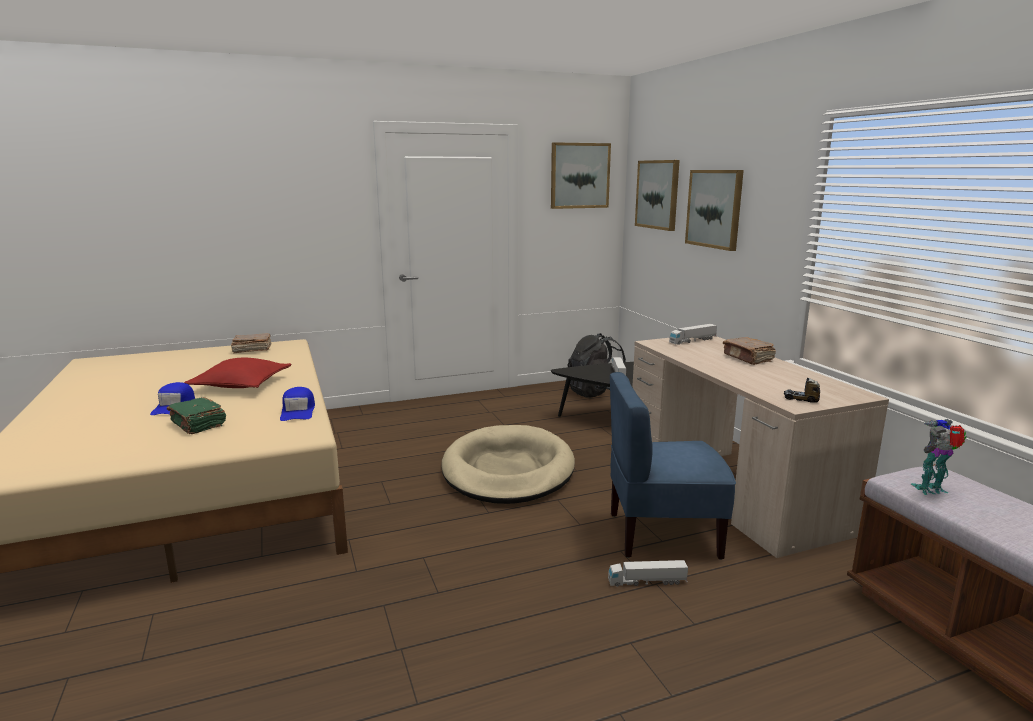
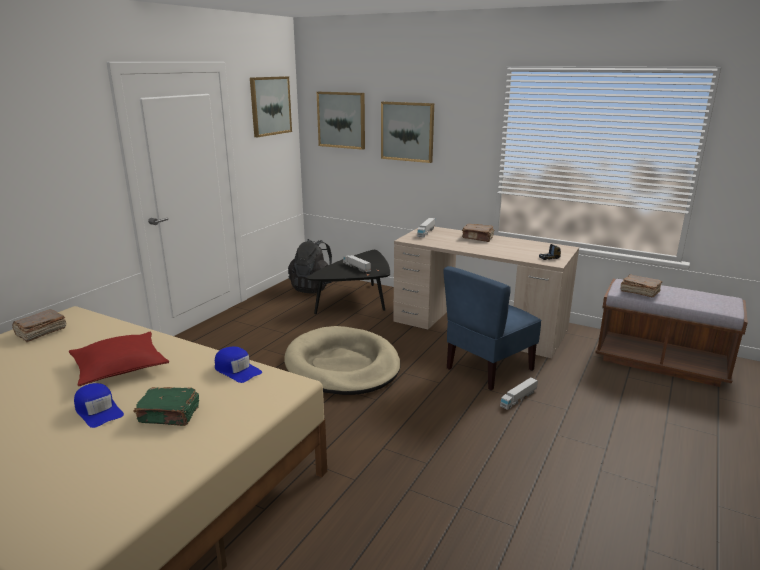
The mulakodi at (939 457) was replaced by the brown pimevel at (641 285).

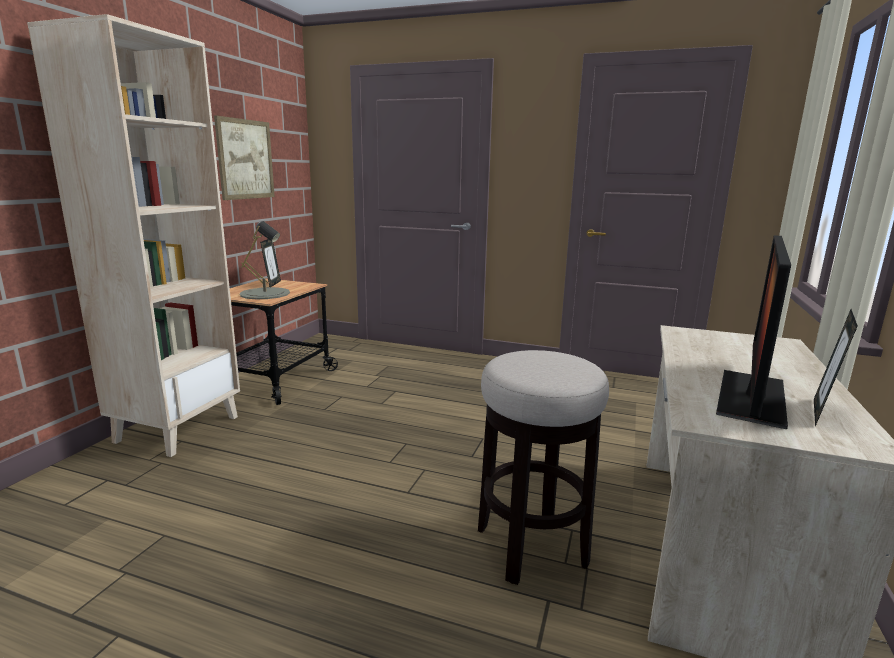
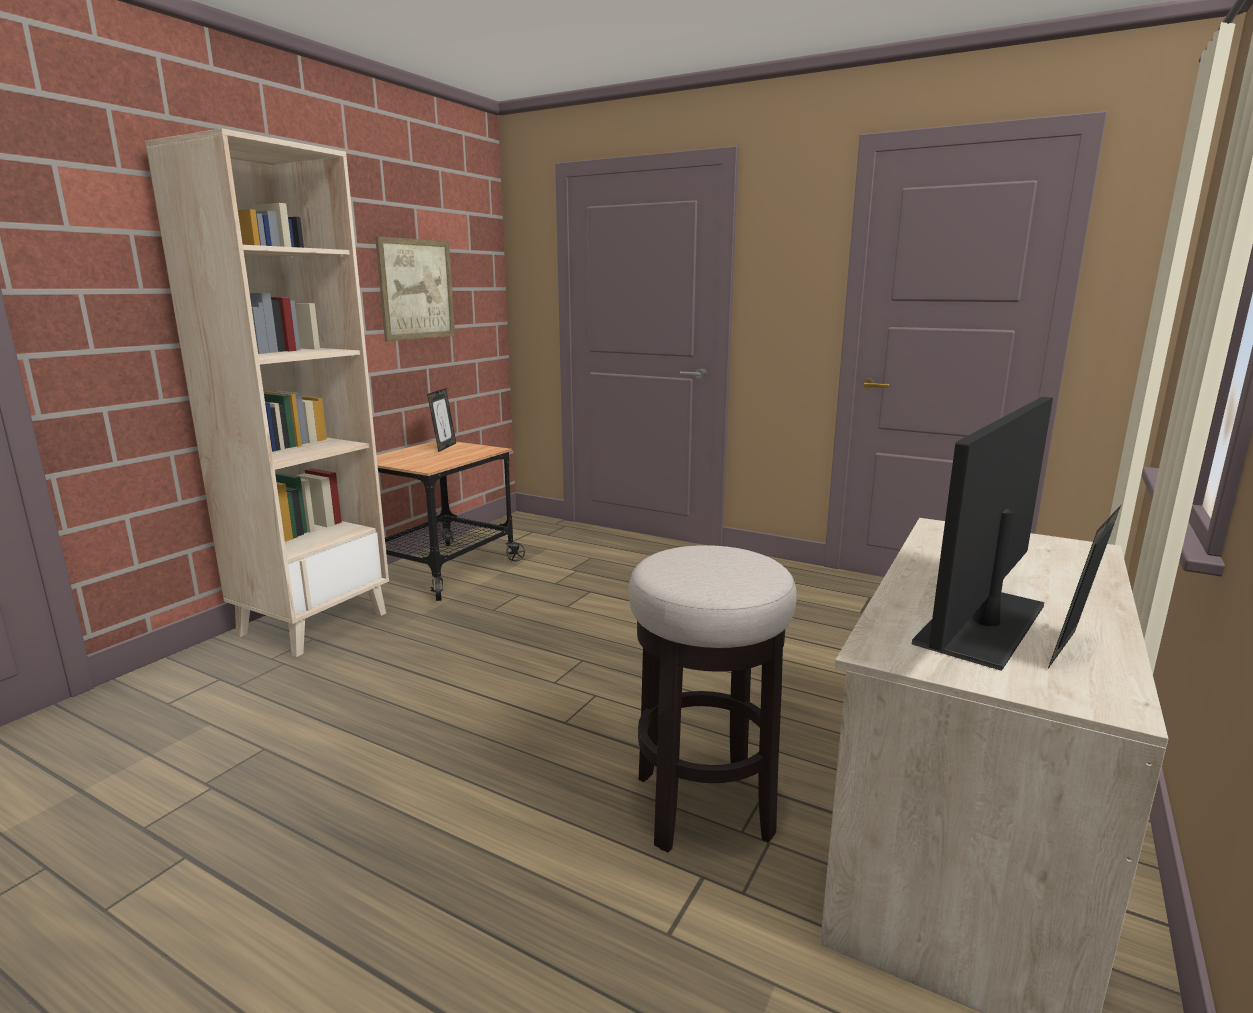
The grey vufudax at (265 260) disappeared.

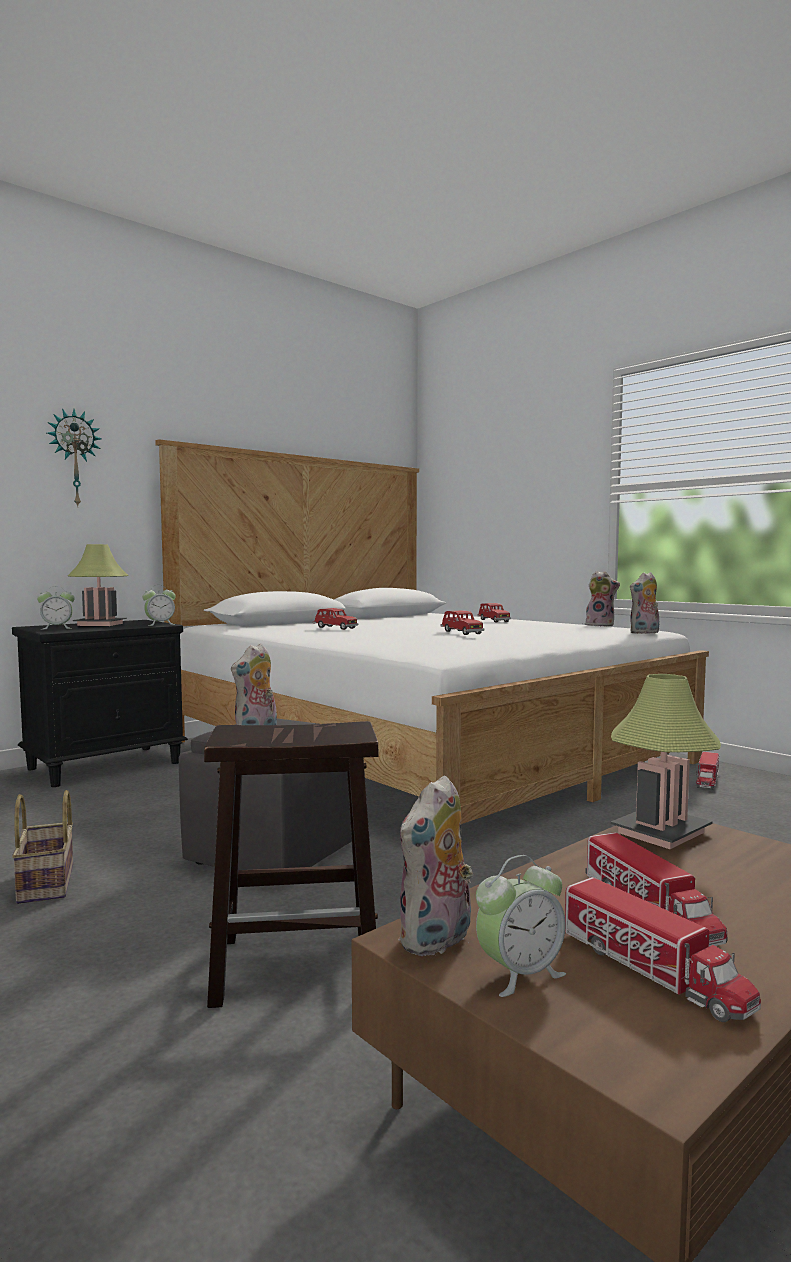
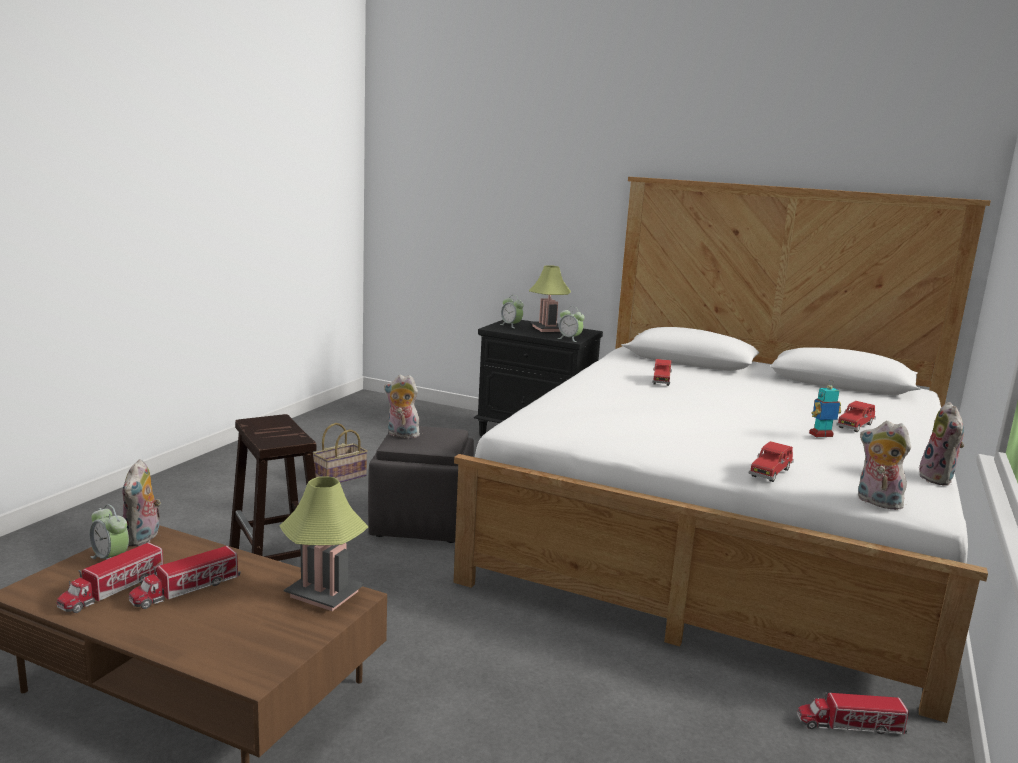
The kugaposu at (435 865) turned 105 degrees counterclockwise. The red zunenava moved from (462 622) to (771 461). The mulakodi at (825 408) appeared. The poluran at (74 458) disappeared.

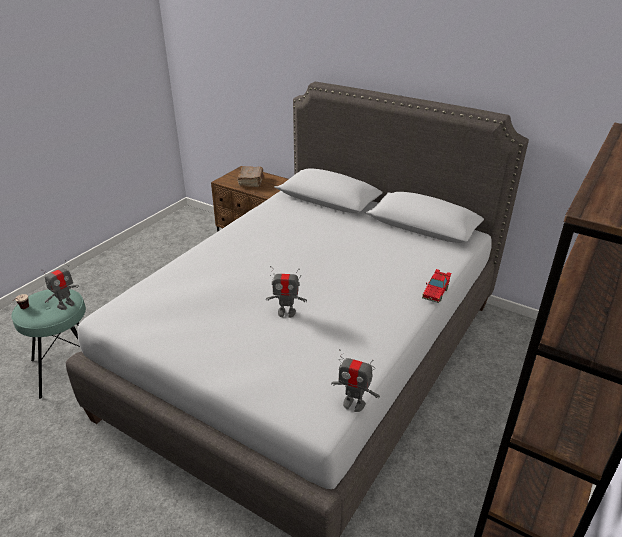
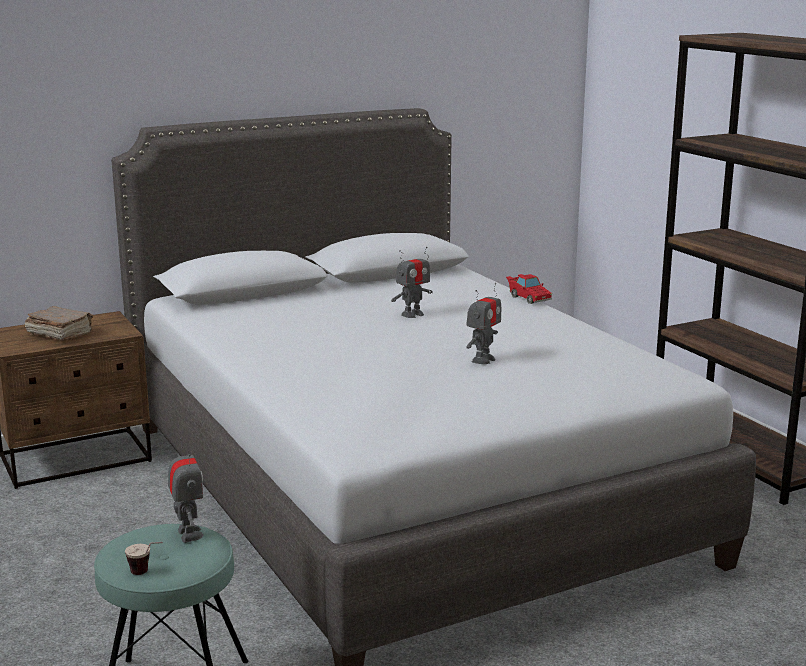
The mulakodi moved from (355 380) to (412 282).

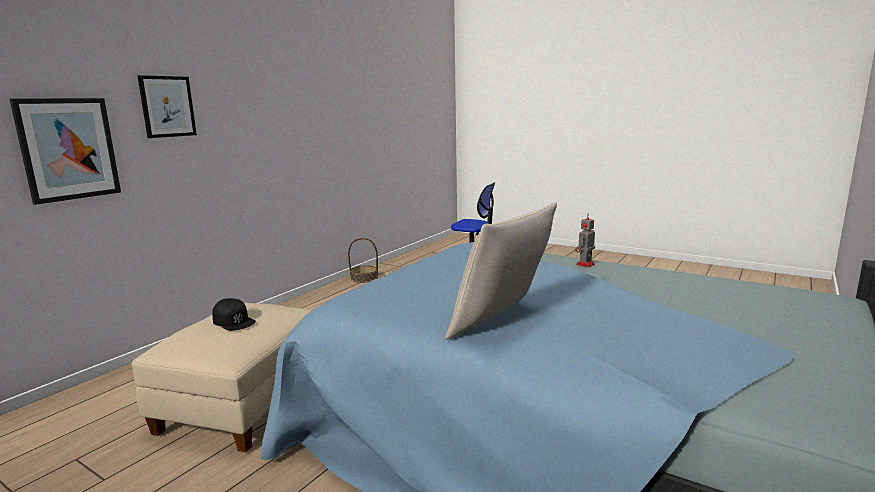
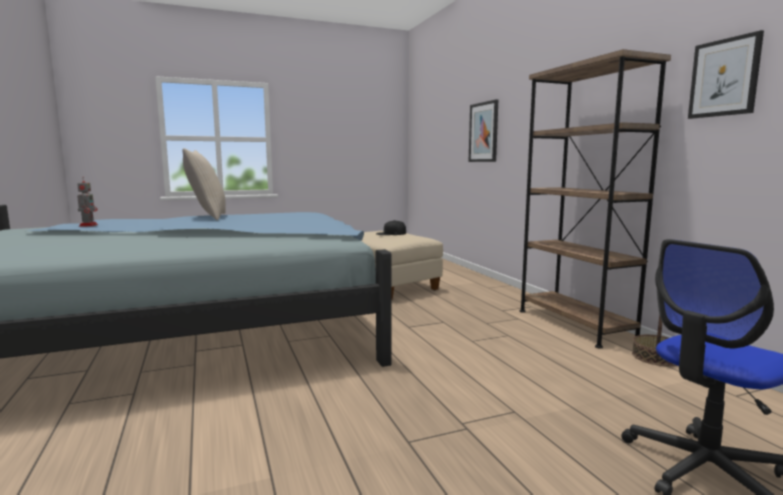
The mulakodi moved from (585 240) to (87 202). The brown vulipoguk at (595 199) appeared. The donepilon moved from (167 106) to (726 74).

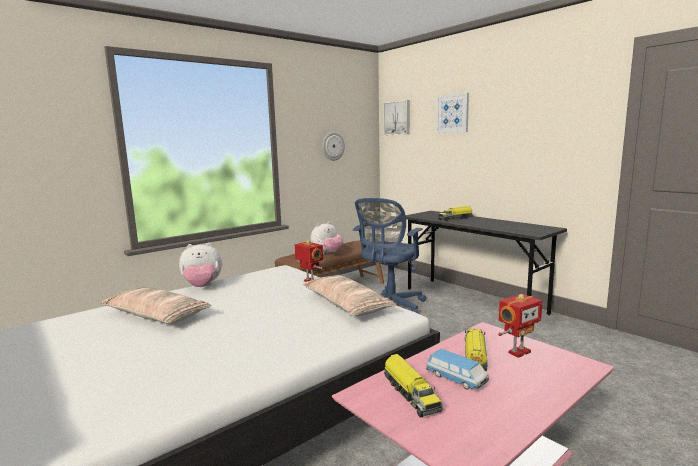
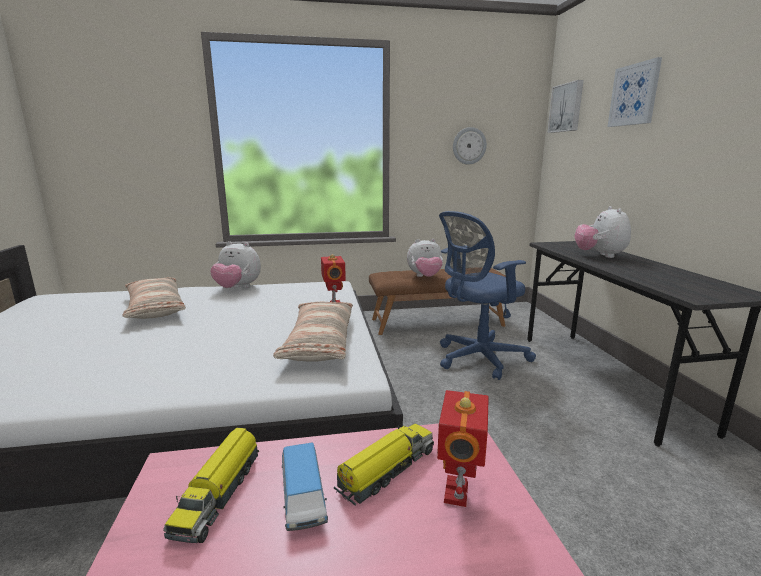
The mulakodi at (520 326) turned 105 degrees clockwise. The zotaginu at (455 213) was replaced by the kugaposu at (602 232).

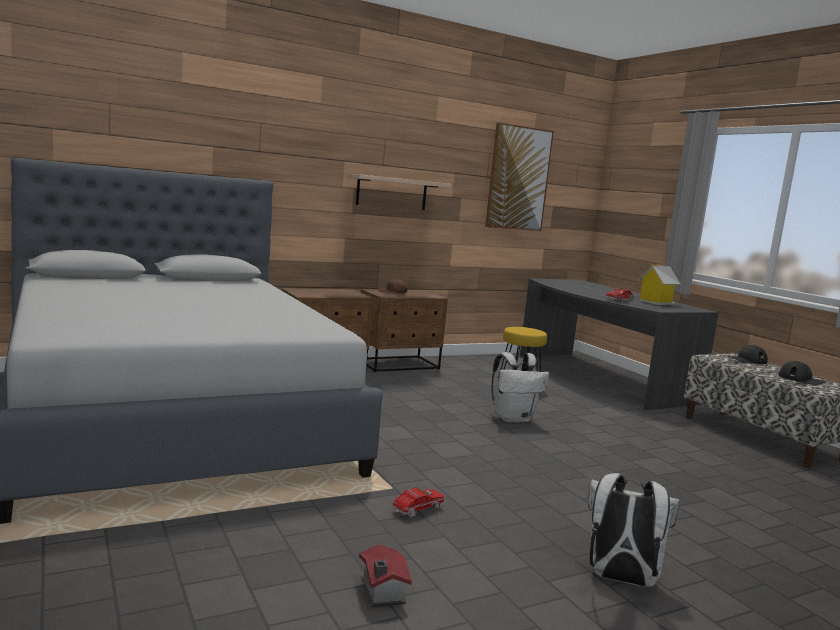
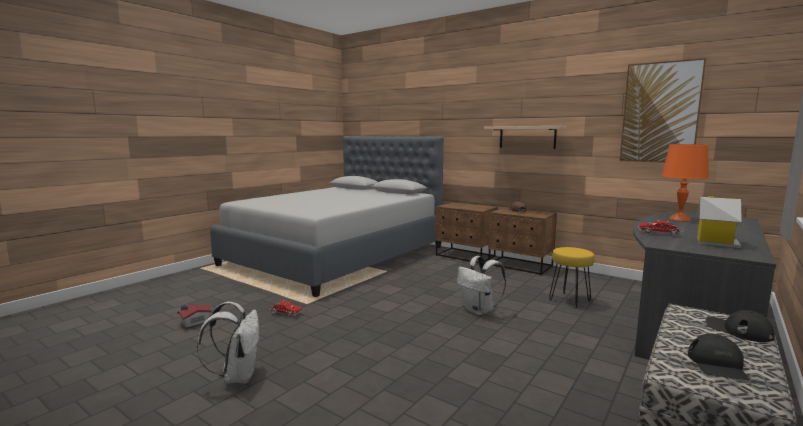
The orange vufudax at (685 182) appeared.

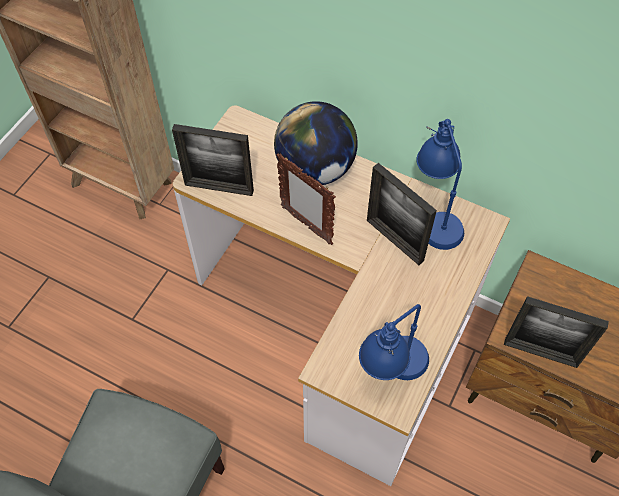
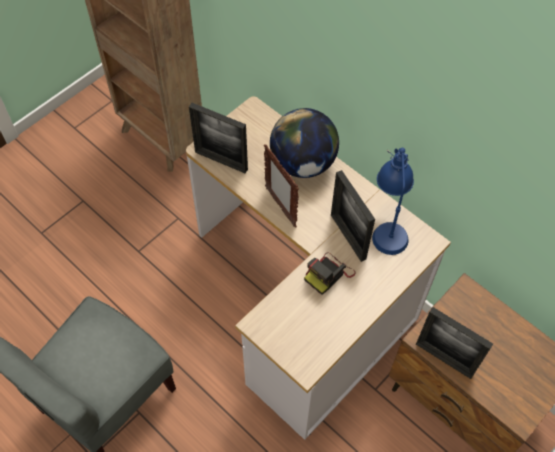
The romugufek at (330 273) appeared. The blue vufudax at (394 342) disappeared.

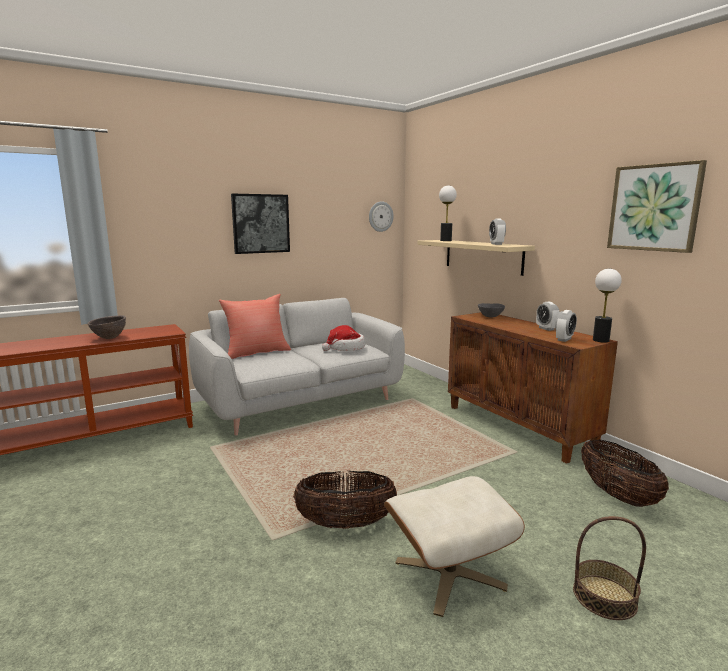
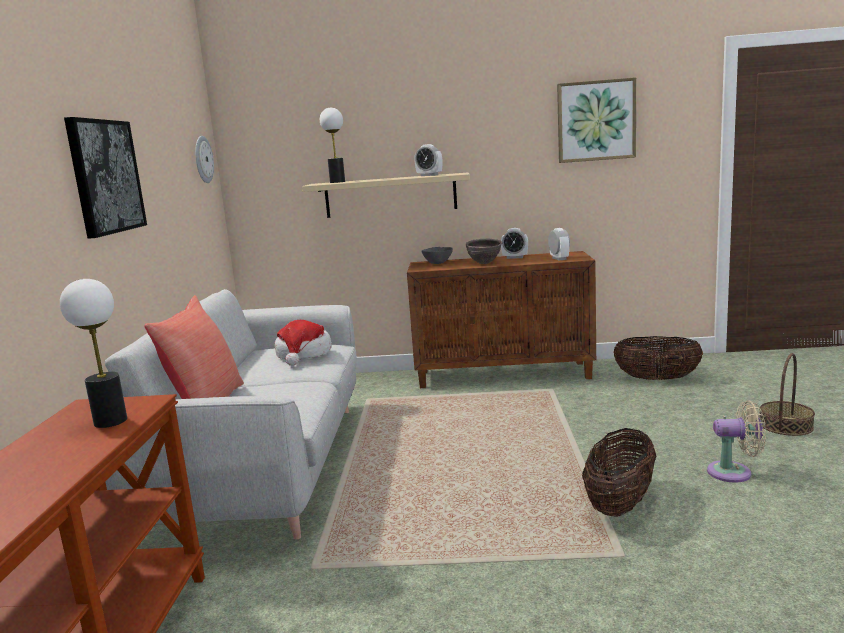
The vufudax moved from (607 305) to (93 353). The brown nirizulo moved from (106 327) to (483 251). The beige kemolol at (454 546) was replaced by the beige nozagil at (736 442).

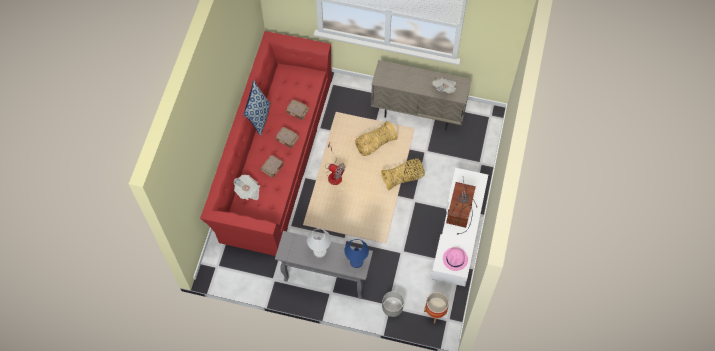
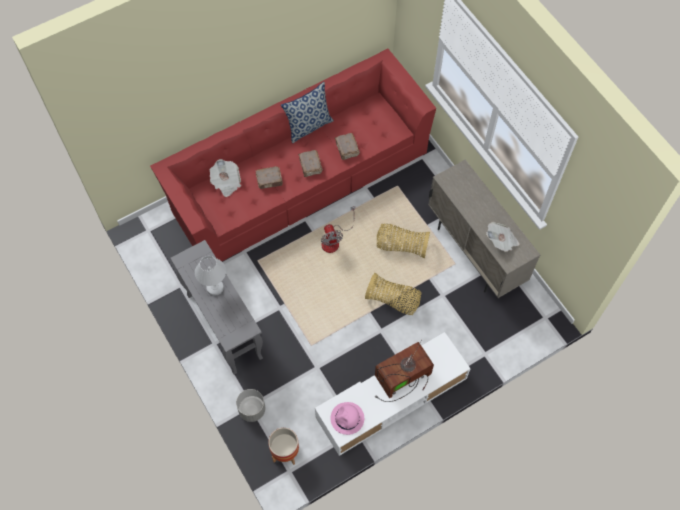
The blue vufudax at (356 253) disappeared.

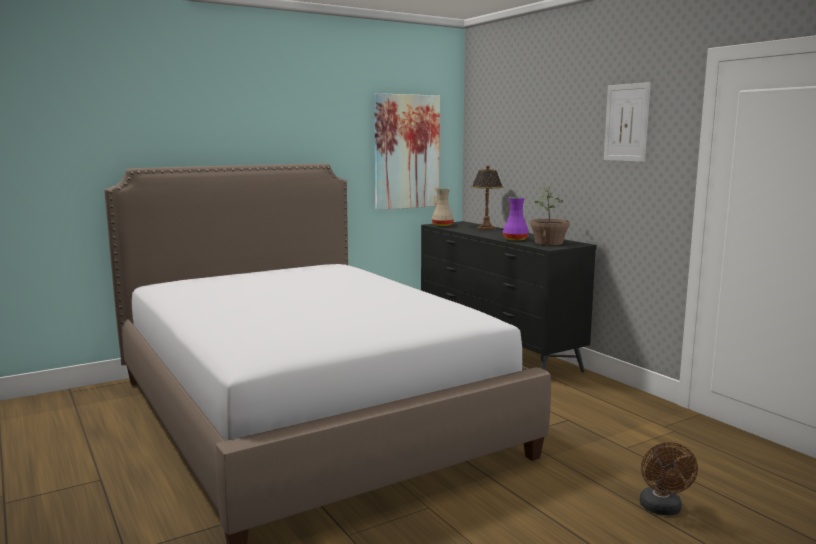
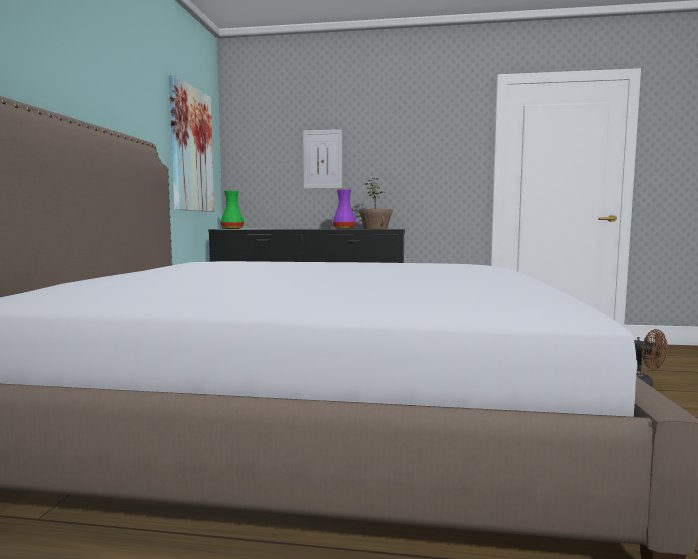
The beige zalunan at (443 207) became the green zalunan at (232 210). The donepilon moved from (627 122) to (322 159). The vufudax at (487 197) disappeared.

